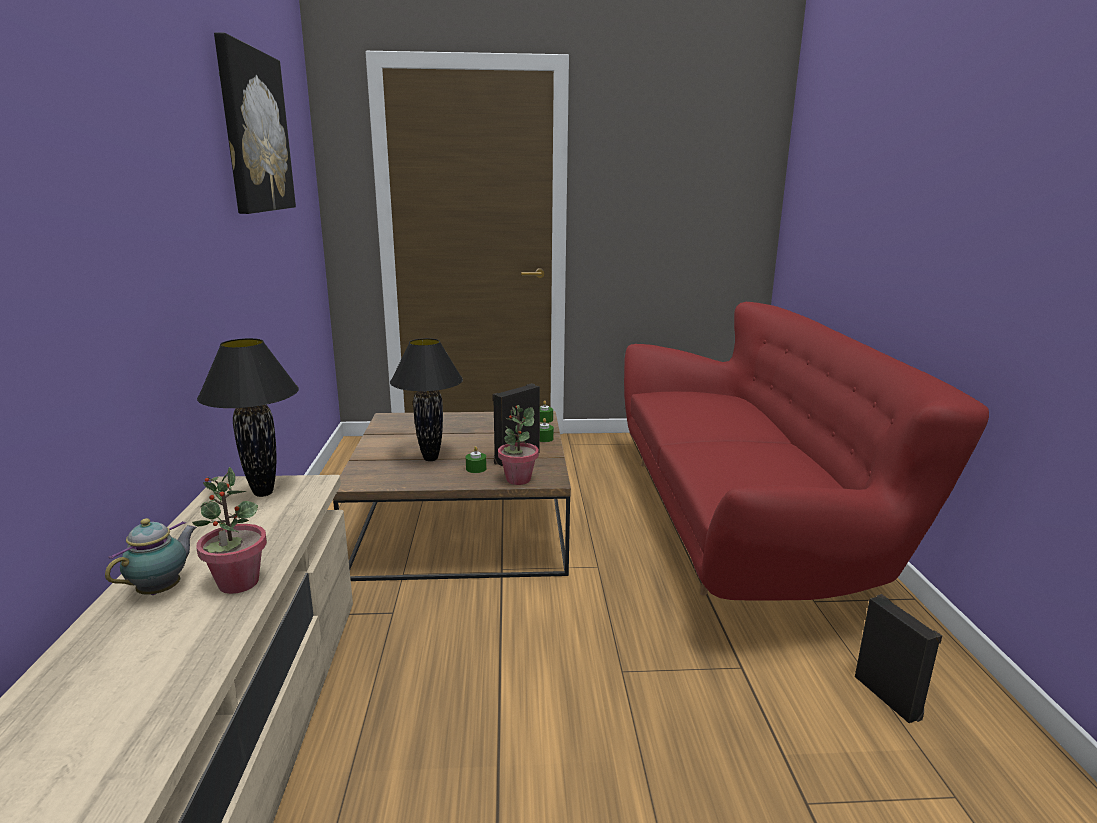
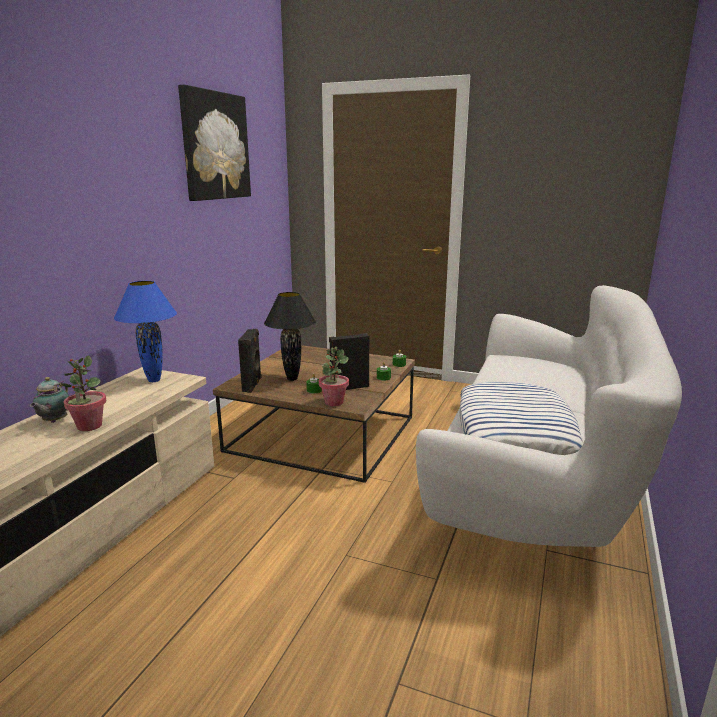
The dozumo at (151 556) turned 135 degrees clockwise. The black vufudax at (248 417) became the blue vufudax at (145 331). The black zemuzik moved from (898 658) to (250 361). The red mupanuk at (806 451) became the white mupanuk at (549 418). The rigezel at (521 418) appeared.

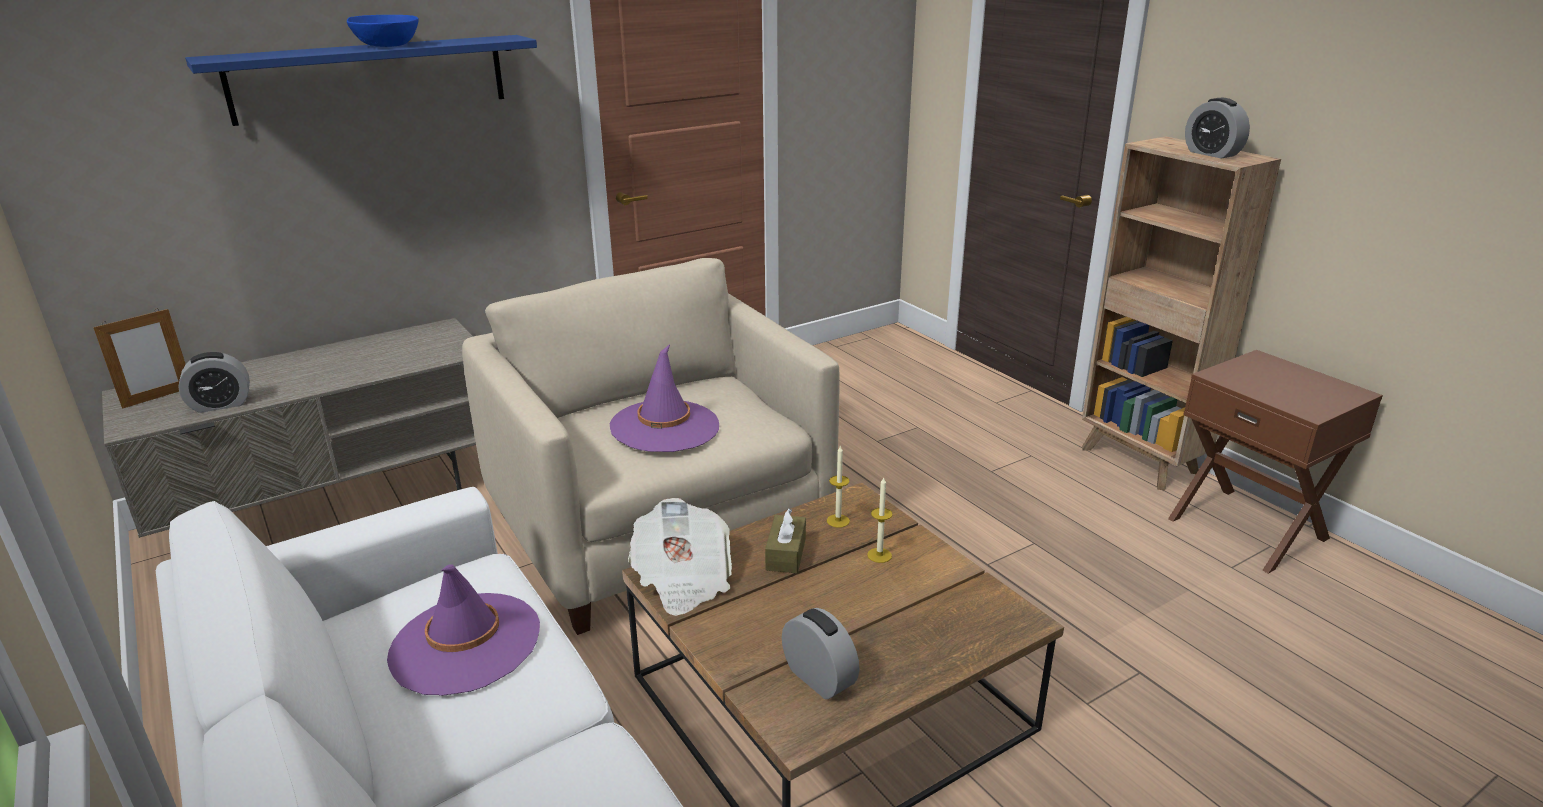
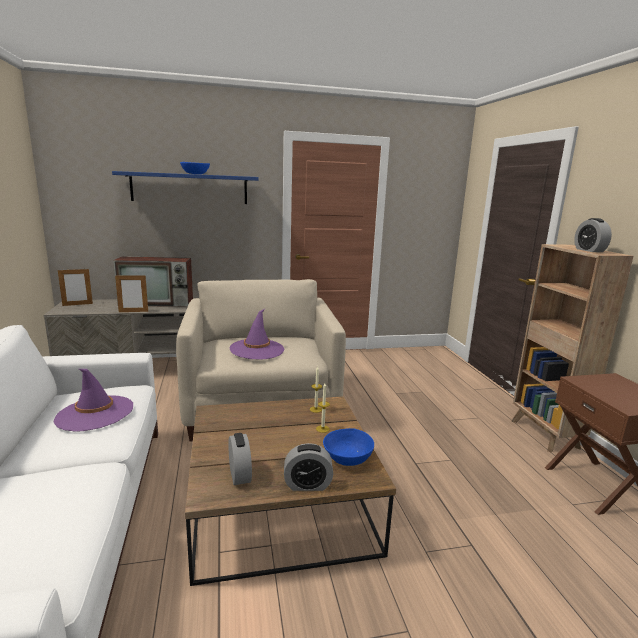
The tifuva at (153 281) appeared. The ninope at (131 293) appeared. The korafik moved from (214 382) to (308 467). The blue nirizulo at (348 447) appeared. The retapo at (680 557) disappeared. The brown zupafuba at (785 541) disappeared.

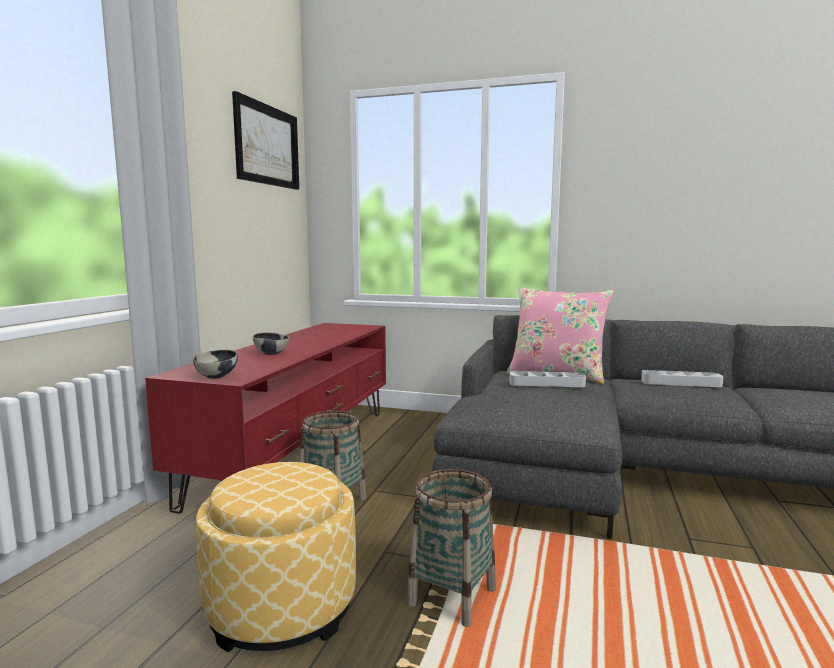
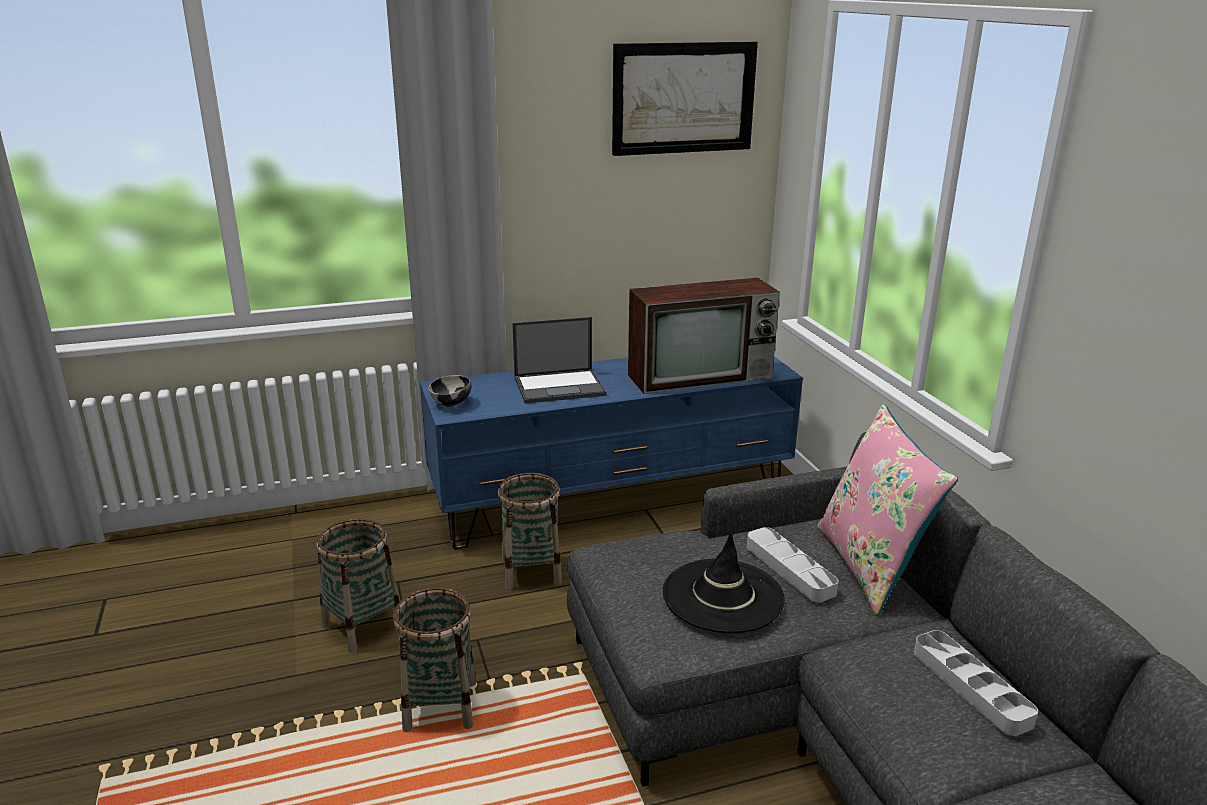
The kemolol at (276 557) was replaced by the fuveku at (358 586). The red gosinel at (265 418) became the blue gosinel at (611 452). The nirizulo at (271 343) was replaced by the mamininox at (559 360). The tifuva at (704 336) appeared. The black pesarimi at (724 582) appeared.

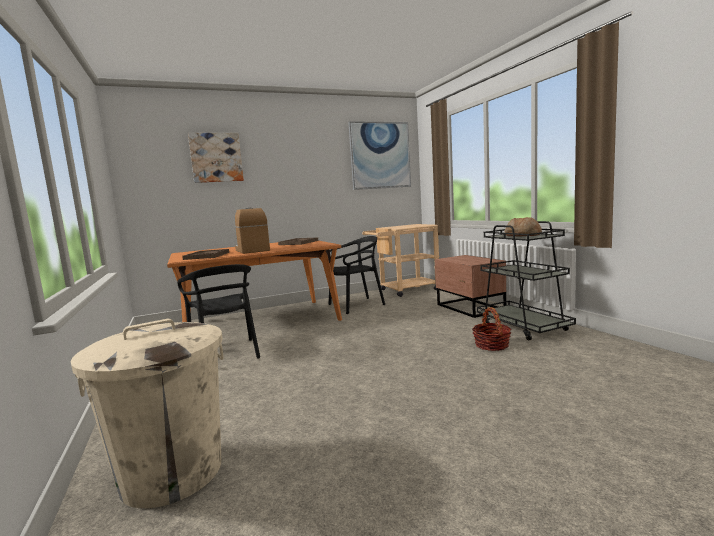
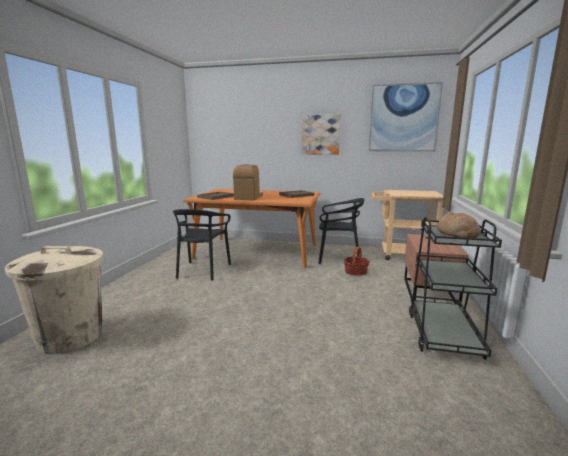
The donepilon moved from (216 158) to (321 134). The fuveku moved from (491 329) to (356 261).

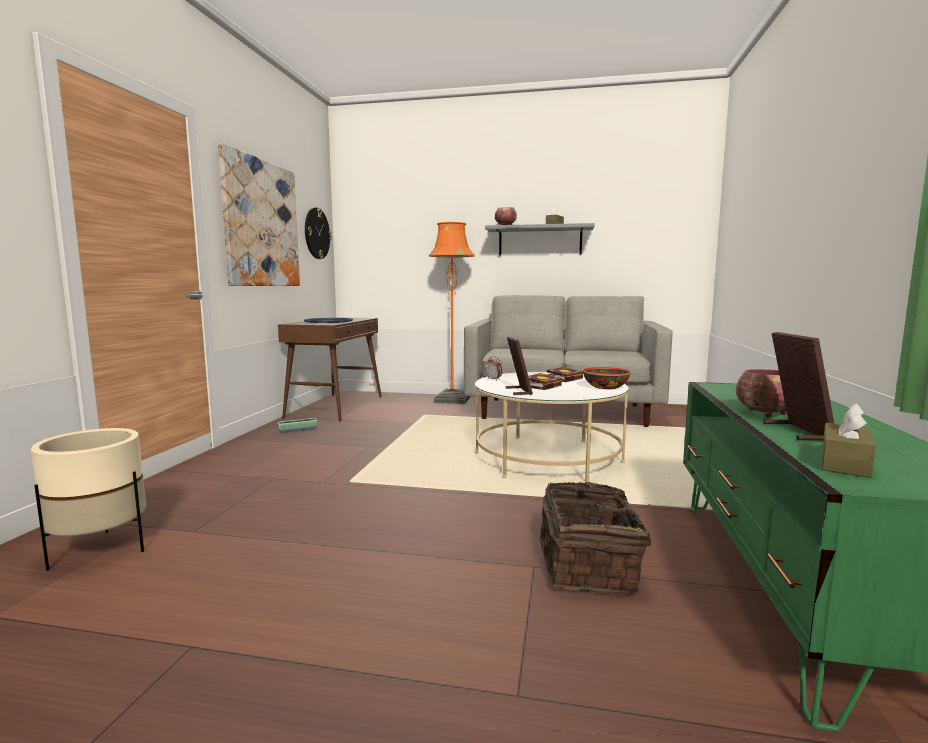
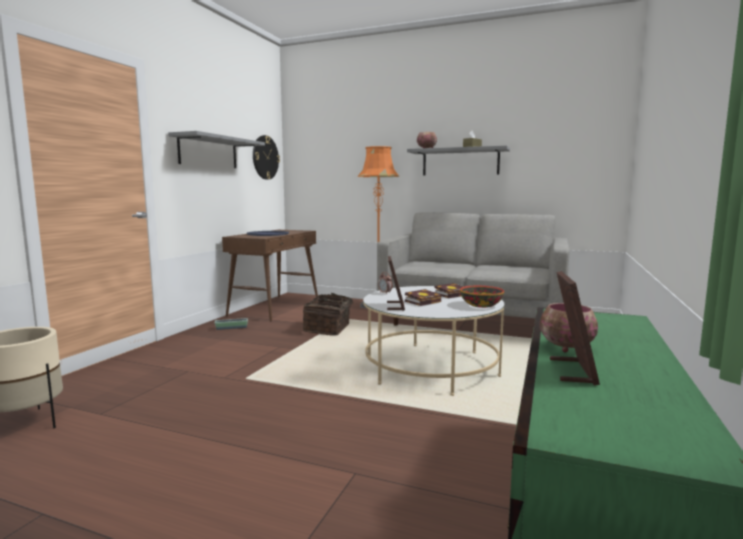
The donepilon at (259 215) was replaced by the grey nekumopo at (216 149). The fuveku moved from (595 539) to (332 314). The brown zupafuba at (849 441) disappeared.

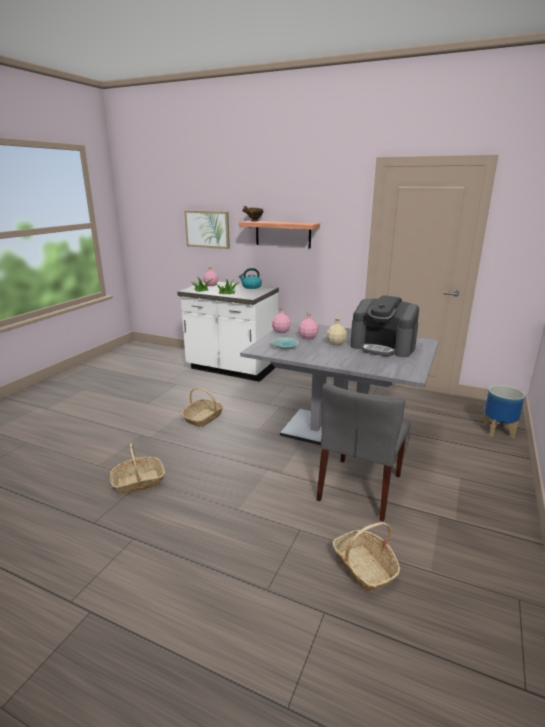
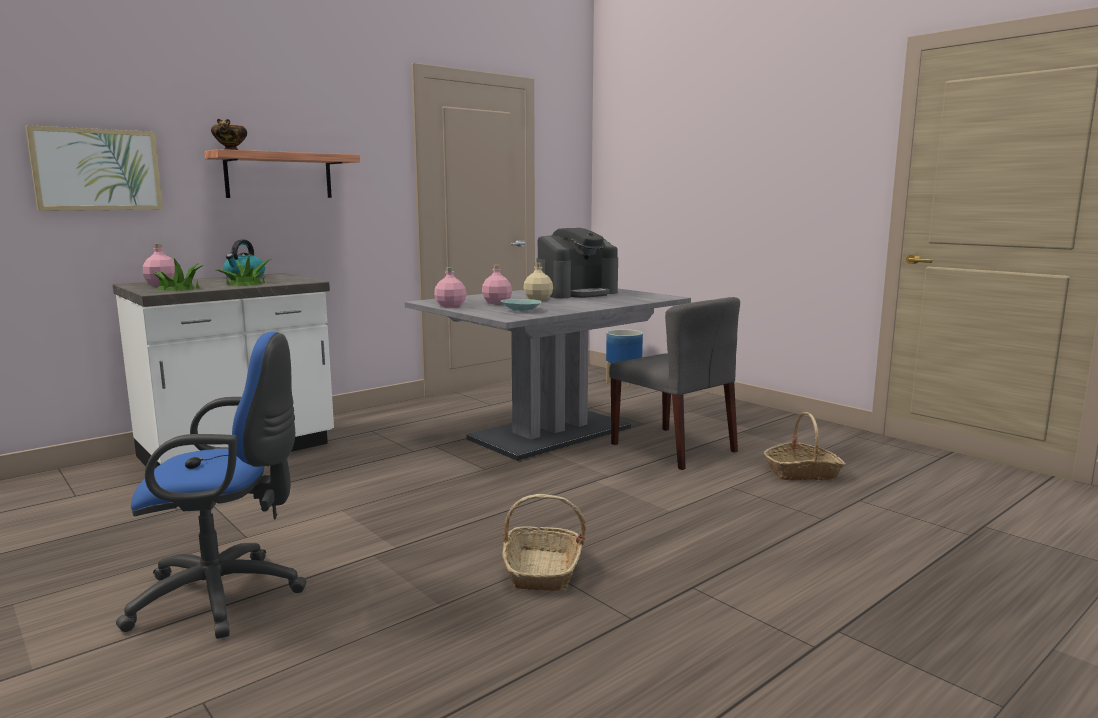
The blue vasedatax at (211 485) appeared. The fuveku at (203 407) disappeared.

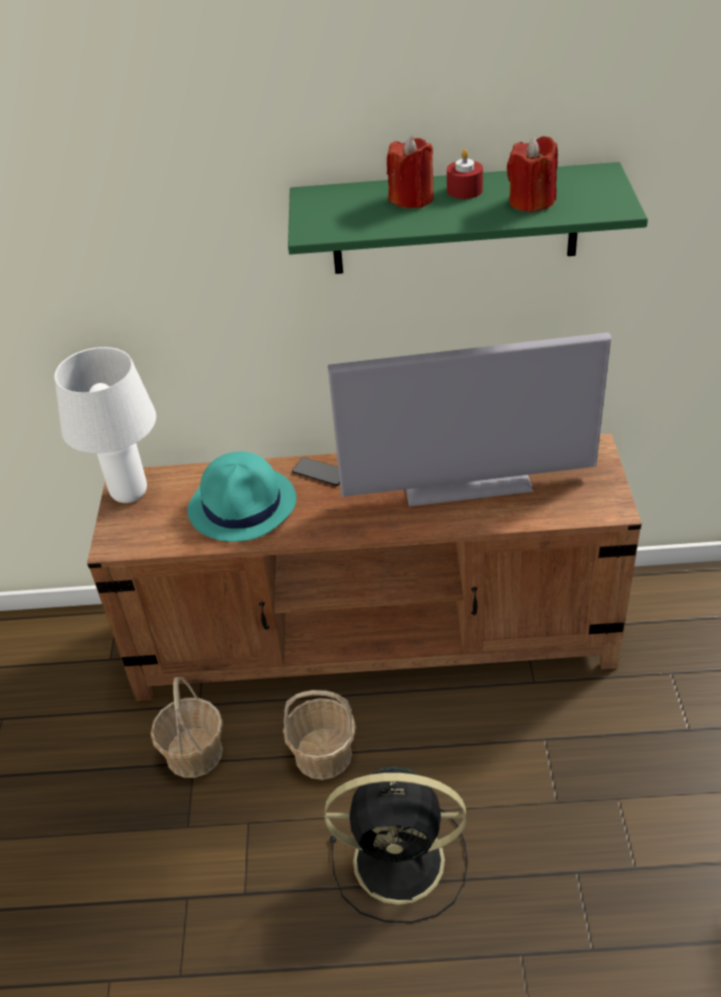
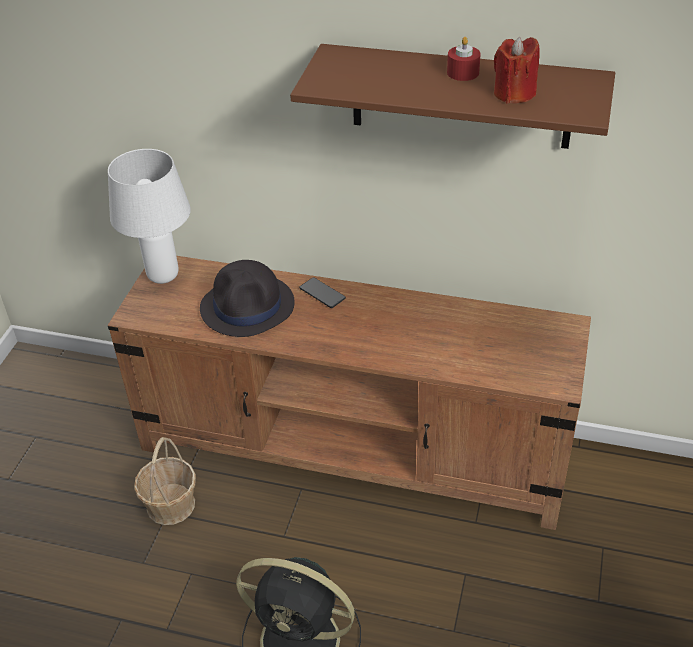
The turquoise pesarimi at (241 496) became the black pesarimi at (247 298). The green nekumopo at (468 218) became the brown nekumopo at (452 96). The fuveku at (319 735) disappeared. The tifuva at (469 420) disappeared. The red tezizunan at (410 171) disappeared.

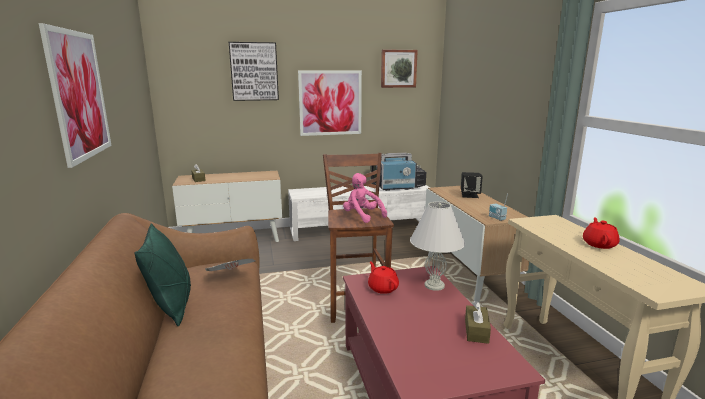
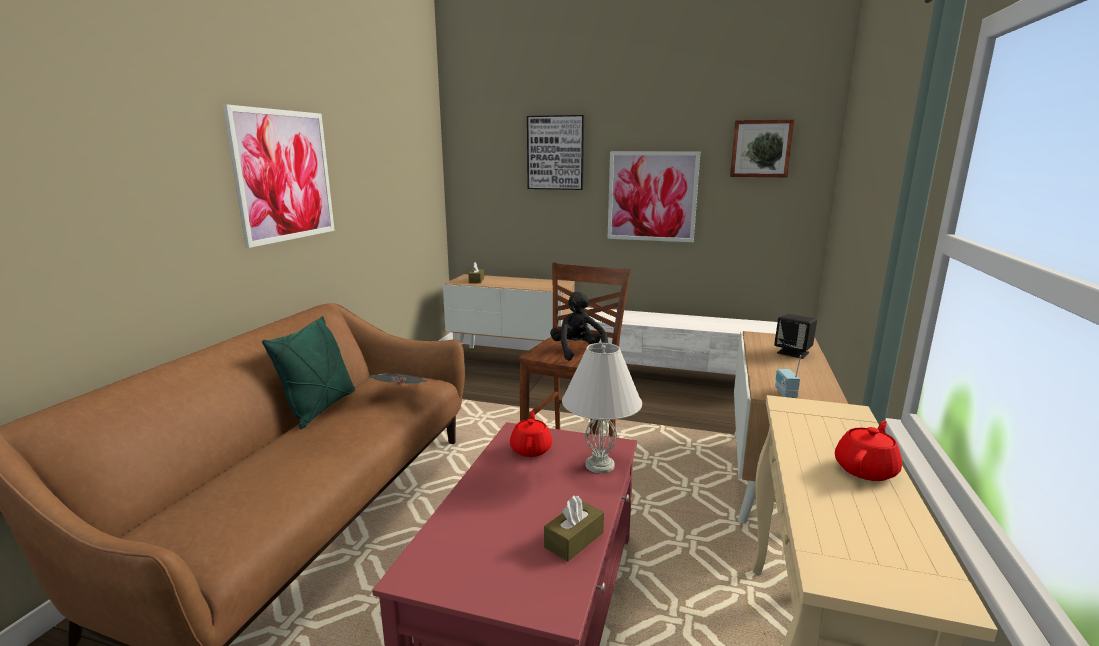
The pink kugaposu at (365 198) became the black kugaposu at (579 326). The tifuva at (398 172) disappeared.

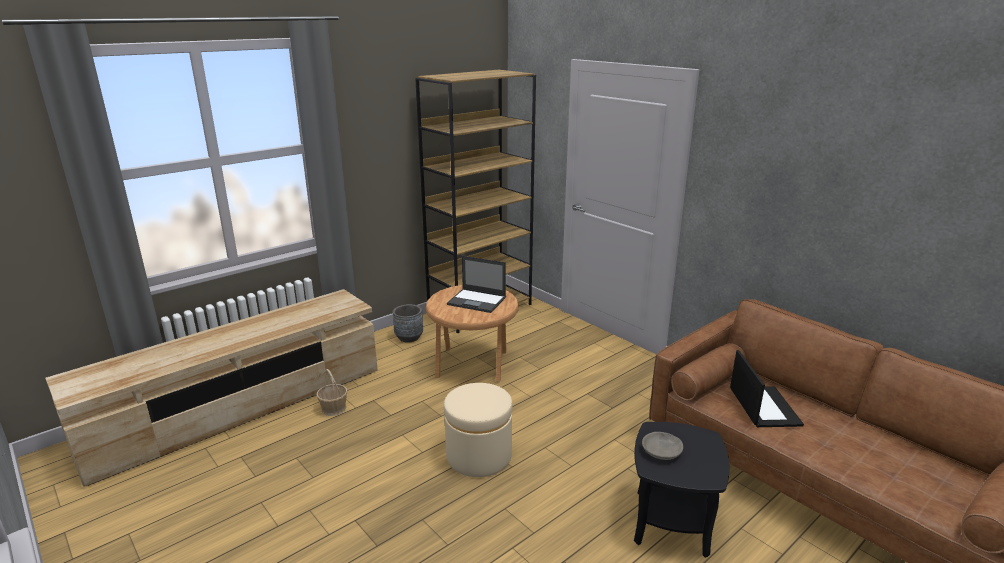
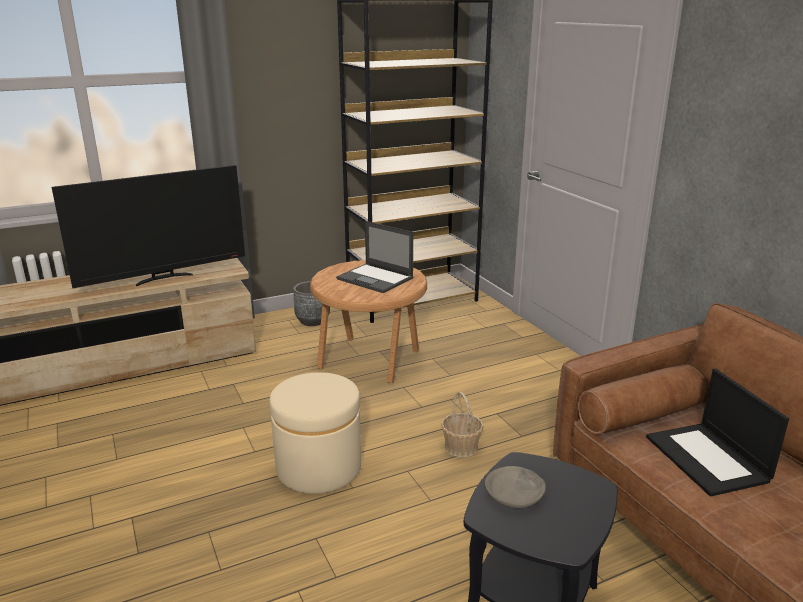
The tifuva at (148 226) appeared. The fuveku moved from (332 392) to (462 424). The mamininox at (767 388) turned 150 degrees clockwise.

